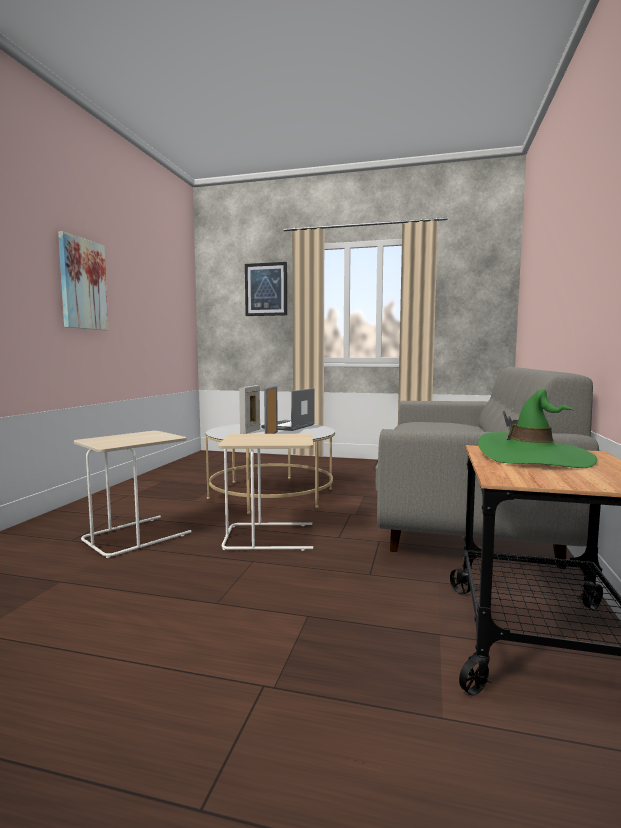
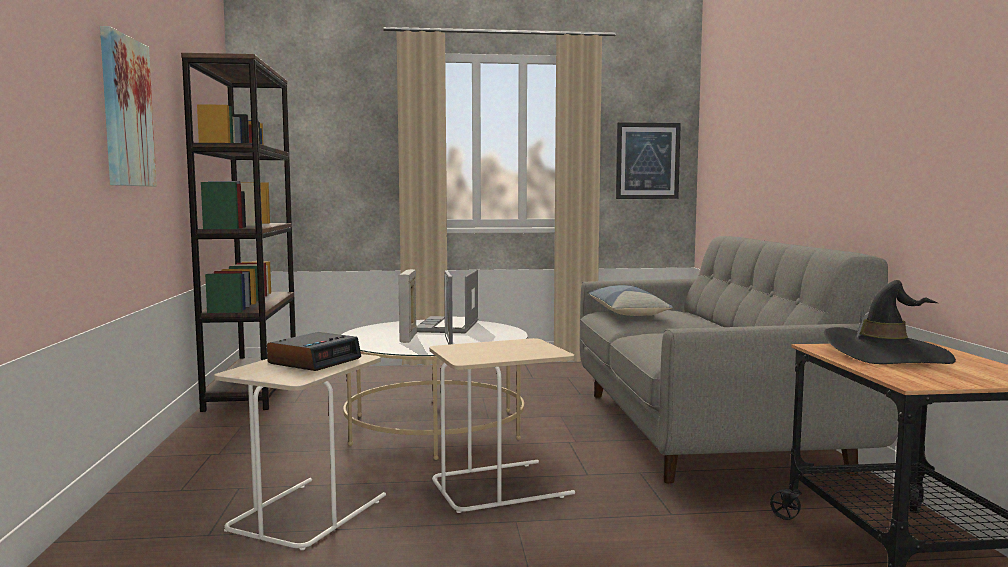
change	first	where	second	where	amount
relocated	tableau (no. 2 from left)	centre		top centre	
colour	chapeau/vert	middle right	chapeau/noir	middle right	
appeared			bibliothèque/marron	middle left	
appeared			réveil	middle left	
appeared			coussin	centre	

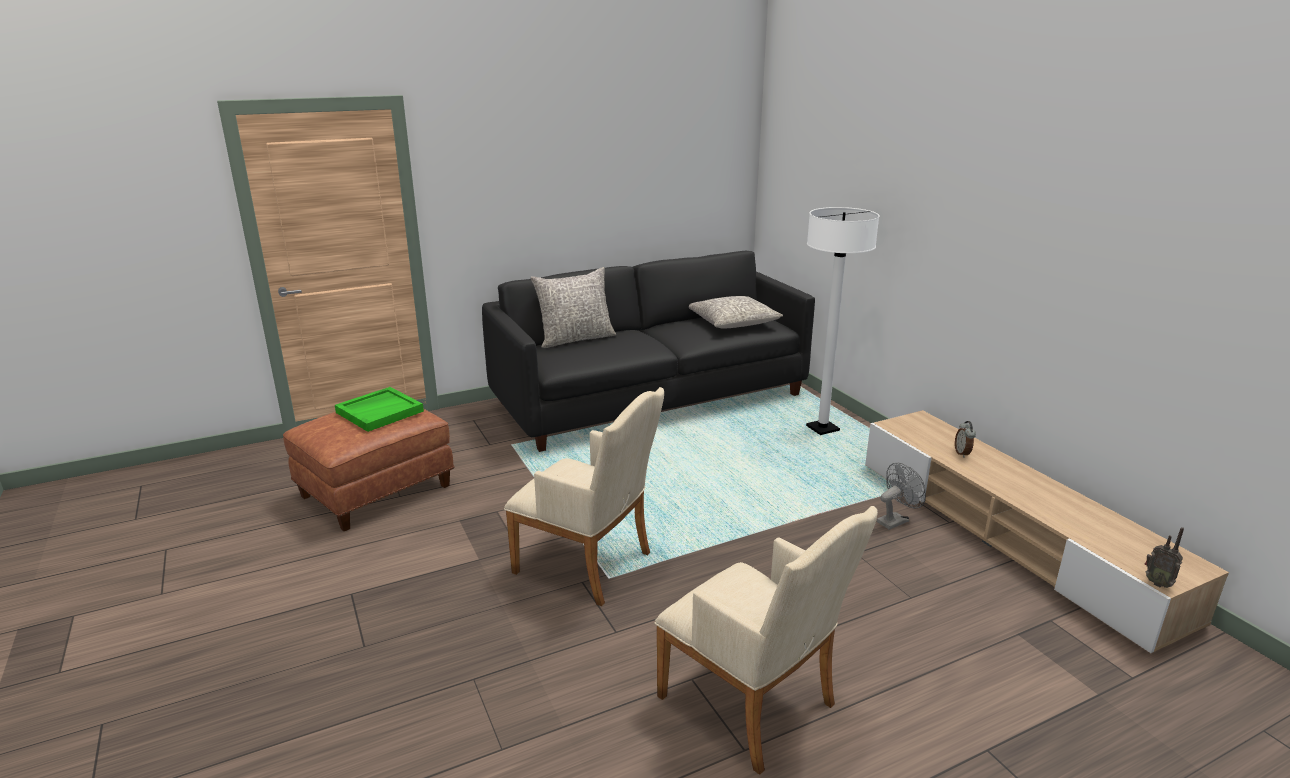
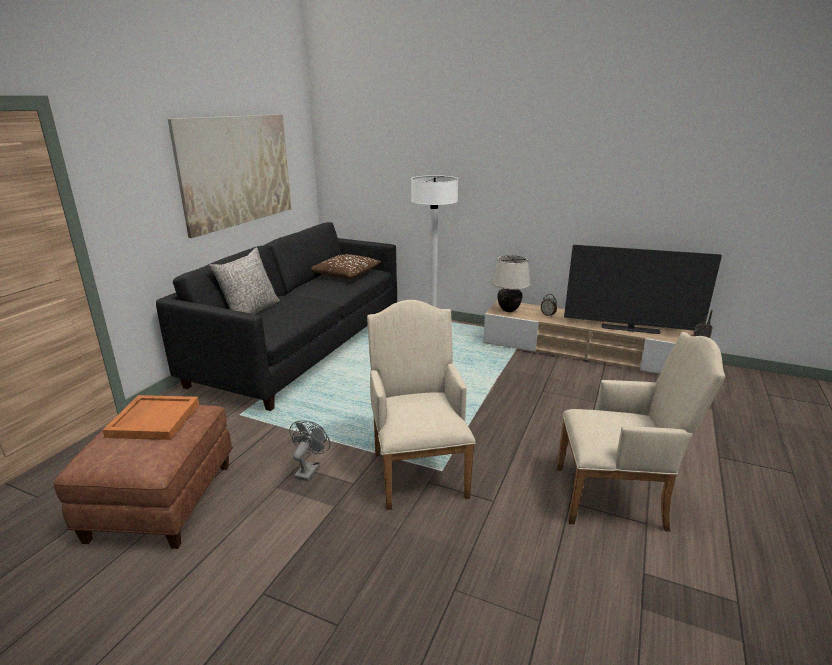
change	first	where	second	where	amount
colour	plateau/vert	middle left	plateau/orange	middle left	
spun	fauteuil/beige (no. 1 from left)	centre		centre	90 degrees counterclockwise
colour	coussin/gris (no. 2 from left)	centre	coussin/marron	centre	
relocated	ventilateur/gris	middle right		bottom centre	
appeared			tableau	top left	
appeared			lampe de table/beige	centre	
appeared			téléviseur	middle right	

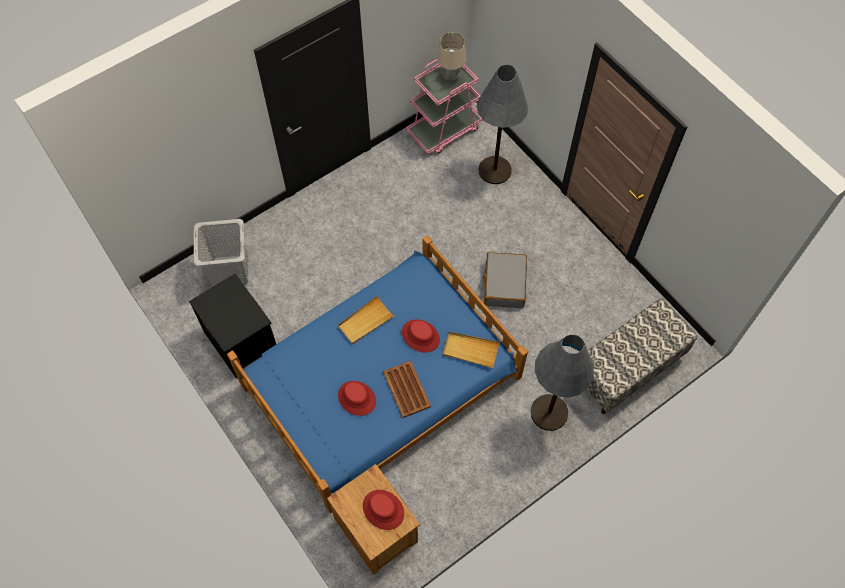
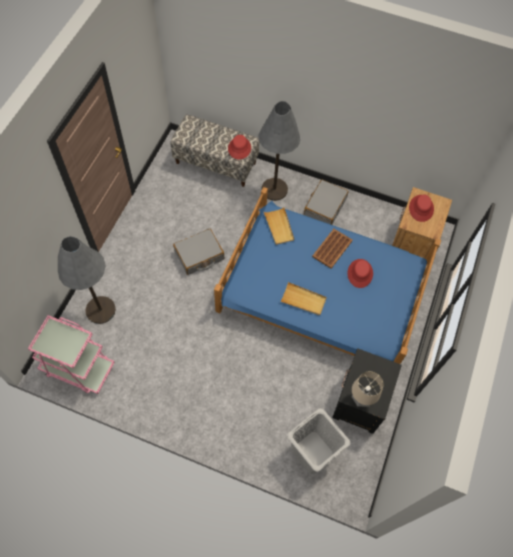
change	first	where	second	where	amount
relocated	chapeau/rouge (no. 3 from left in the first image)	centre	chapeau/rouge (no. 1 from left)	top centre	
relocated	lampe de table	top centre		bottom right	
appeared			valise/gris (no. 2 from left)	centre	

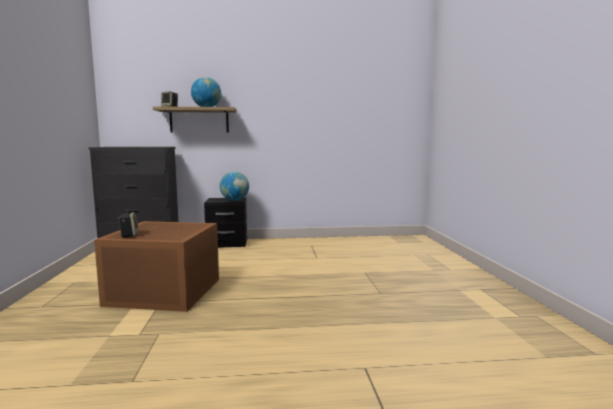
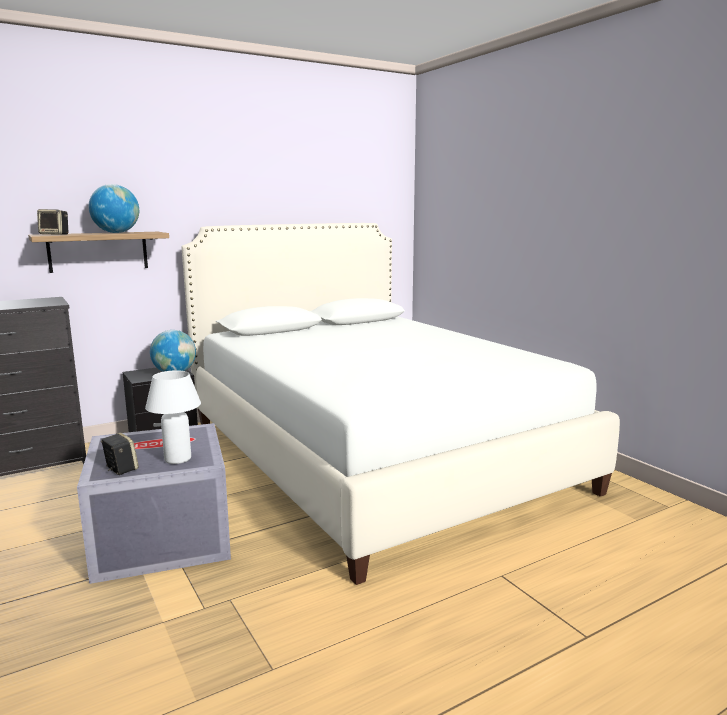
change	first	where	second	where	amount
colour	boîte de rangement/marron	middle left	boîte de rangement/gris	bottom left	
appeared			lampe de table/blanc	middle left	
appeared			lit/blanc	centre	

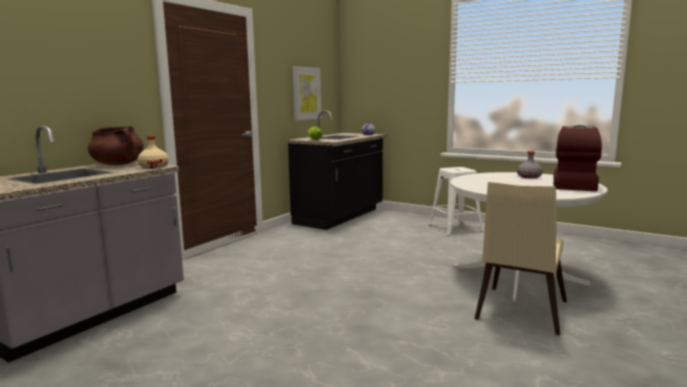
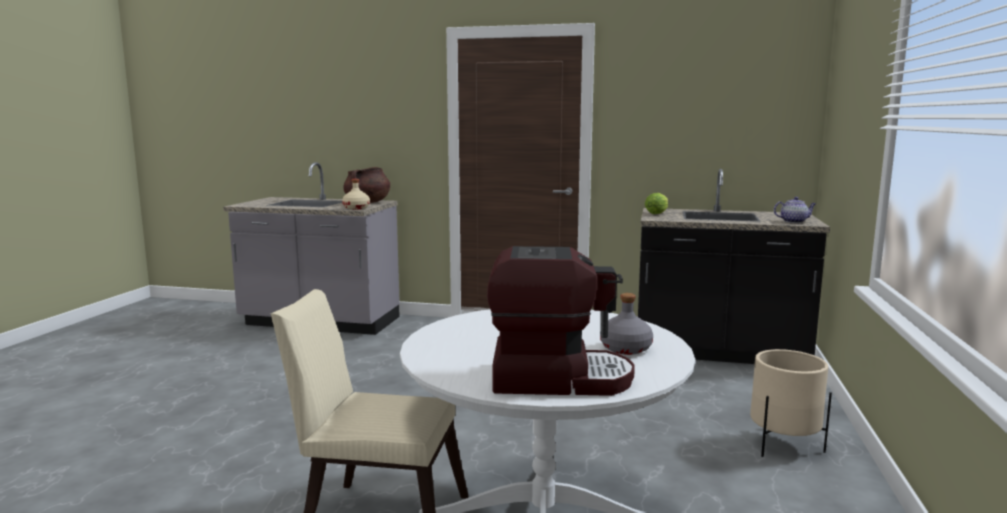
change	first	where	second	where	amount
missing	tableau	top centre			
exchanged	tabouret/blanc	centre	cache-pot/beige	bottom right	

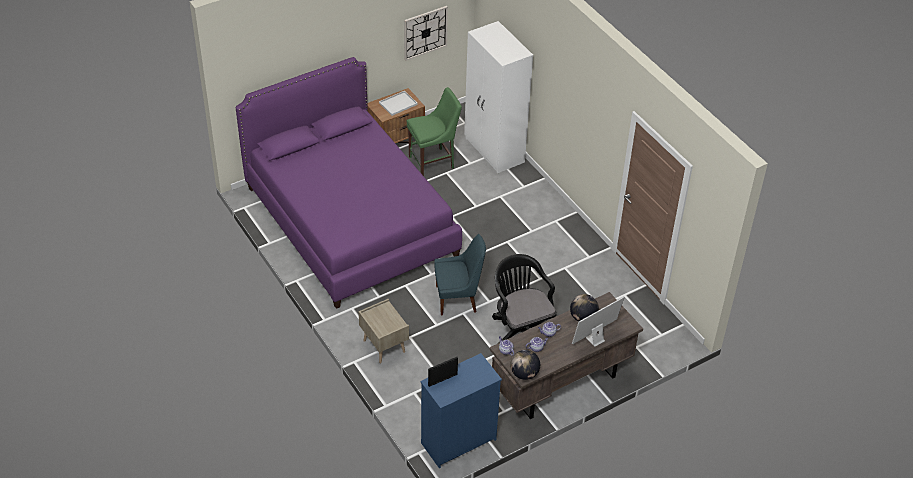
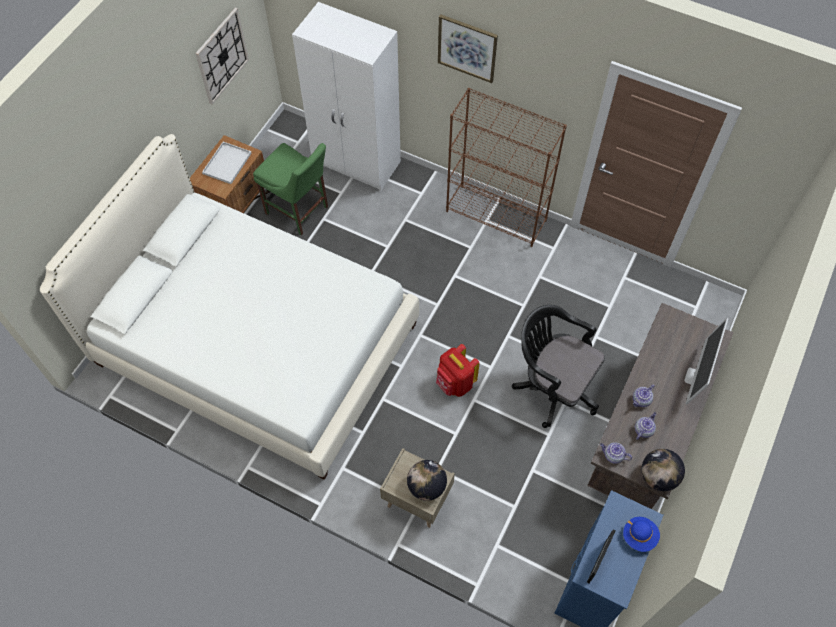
change	first	where	second	where	amount
colour	lit/violet	centre	lit/blanc	middle left	
spun	chaise/vert	top centre		top centre	90 degrees clockwise
exchanged	chaise/bleu	centre	sac à dos/rouge	centre	
relocated	globe (no. 2 from left in the first image)	centre	globe (no. 1 from left)	bottom centre	
appeared			tableau	top centre	
appeared			bibliothèque/marron	top centre	
appeared			chapeau/bleu	bottom right	

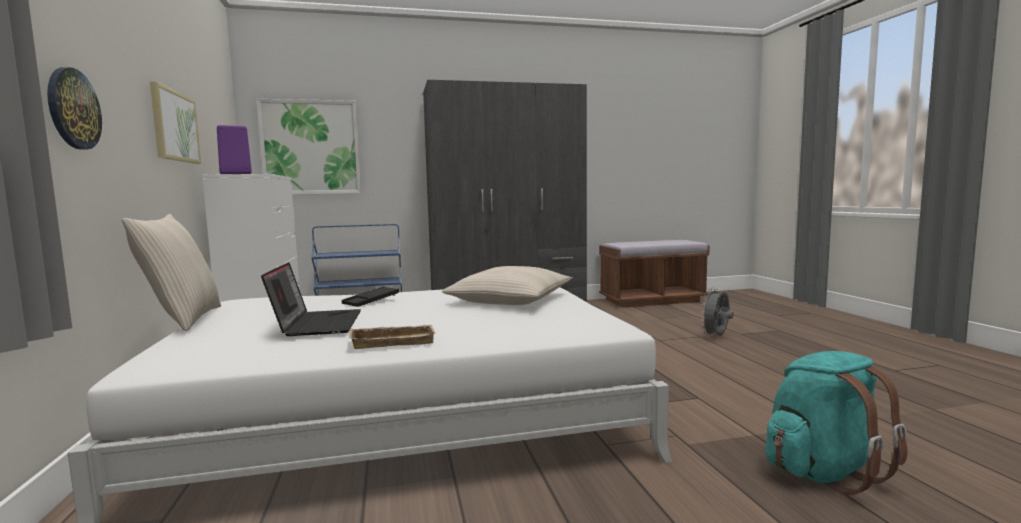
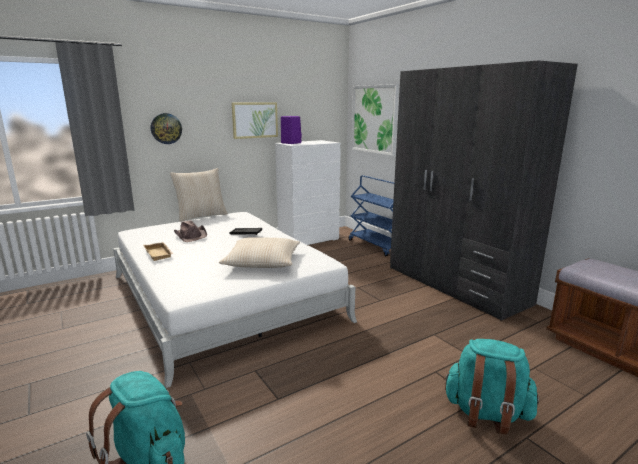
change	first	where	second	where	amount
exchanged	ordinateur portable	middle left	chapeau/marron	middle left	
exchanged	ventilateur/gris	middle right	sac à dos/turquoise (no. 2 from left)	bottom right	

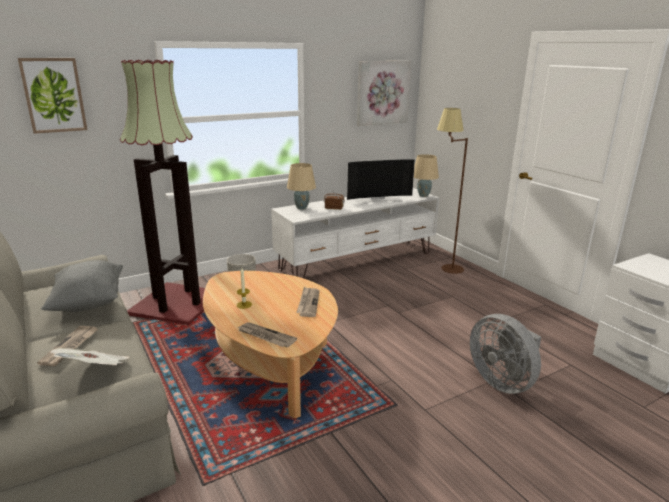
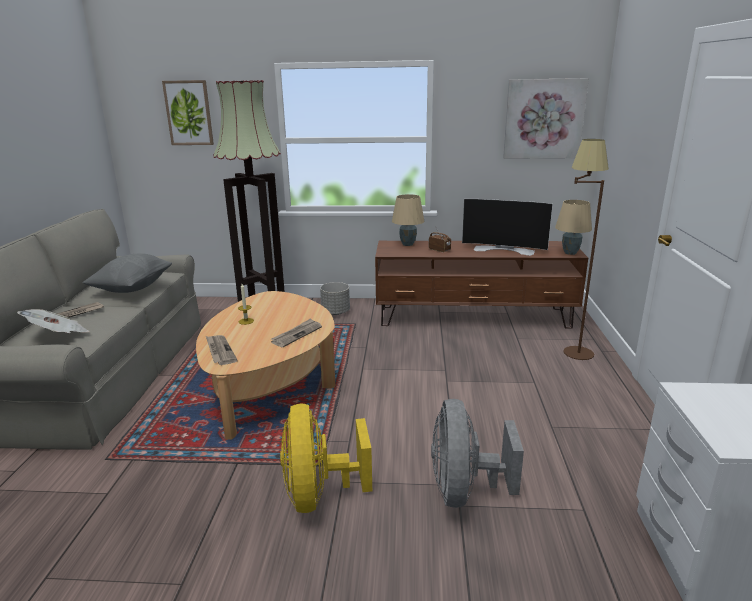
change	first	where	second	where	amount
colour	meuble télé/blanc	centre	meuble télé/marron	centre	
appeared			ventilateur/jaune	bottom centre	

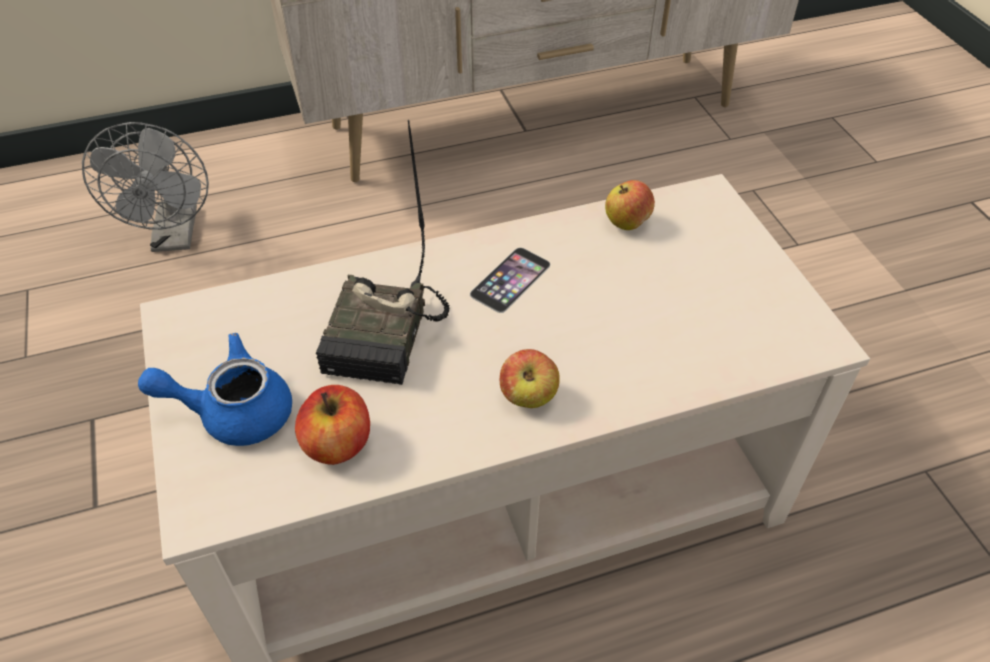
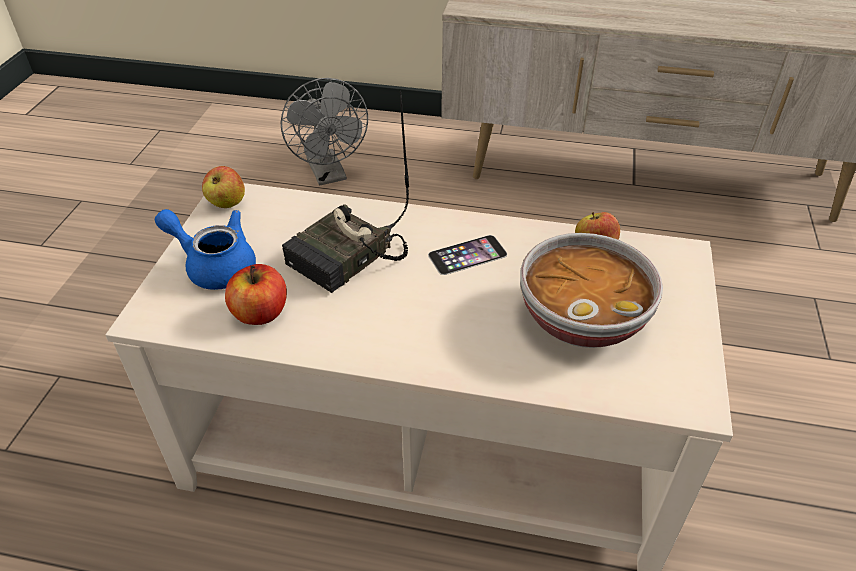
change	first	where	second	where	amount
spun	ventilateur/gris	top left		top centre	45 degrees counterclockwise
relocated	pomme (no. 2 from left in the first image)	centre	pomme (no. 1 from left)	top left	
appeared			bol	middle right	

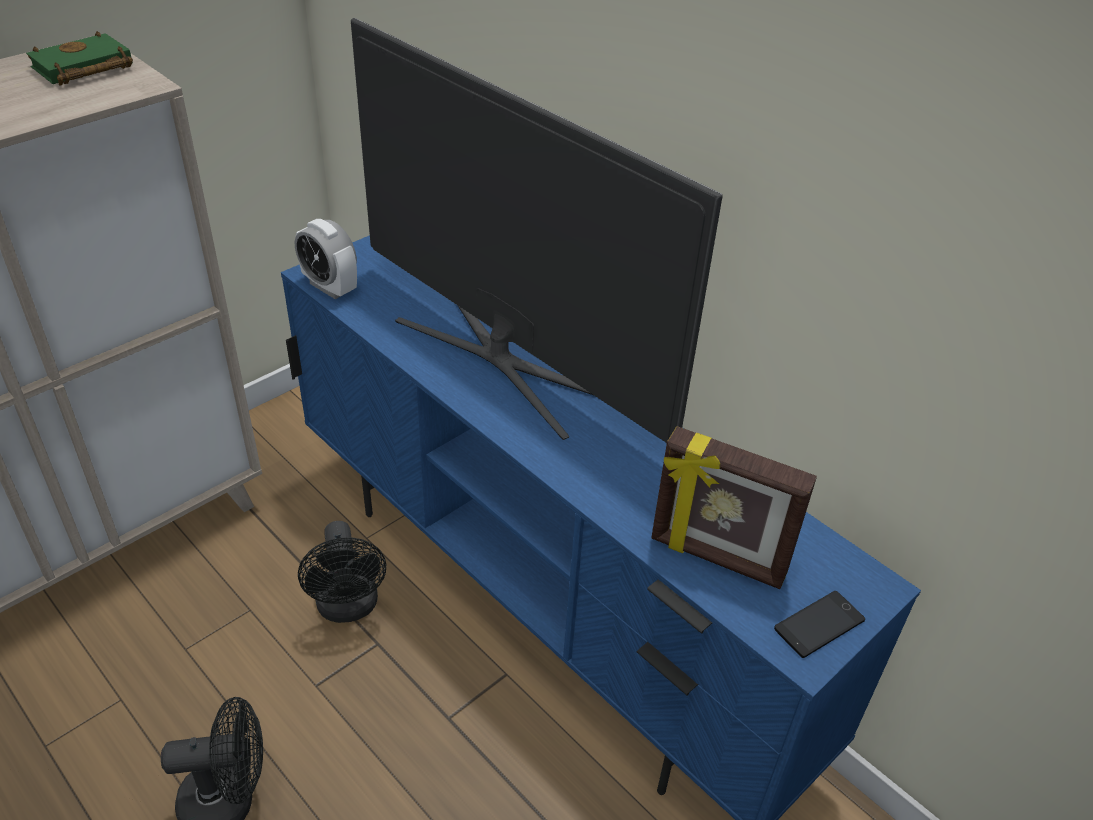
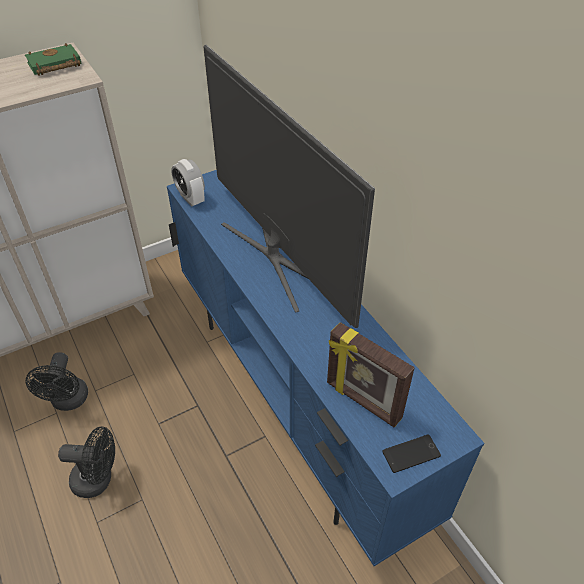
change	first	where	second	where	amount
relocated	ventilateur/noir (no. 2 from left in the first image)	bottom left	ventilateur/noir (no. 1 from left)	middle left	

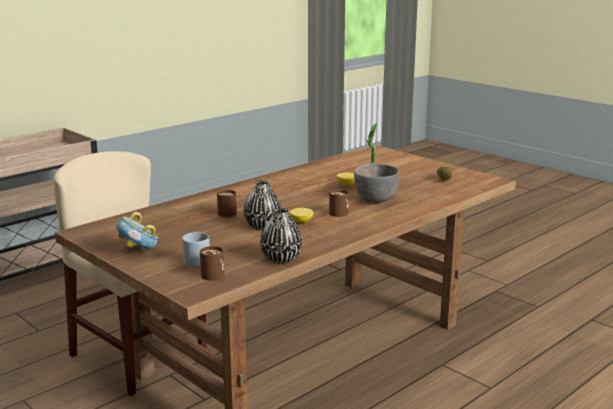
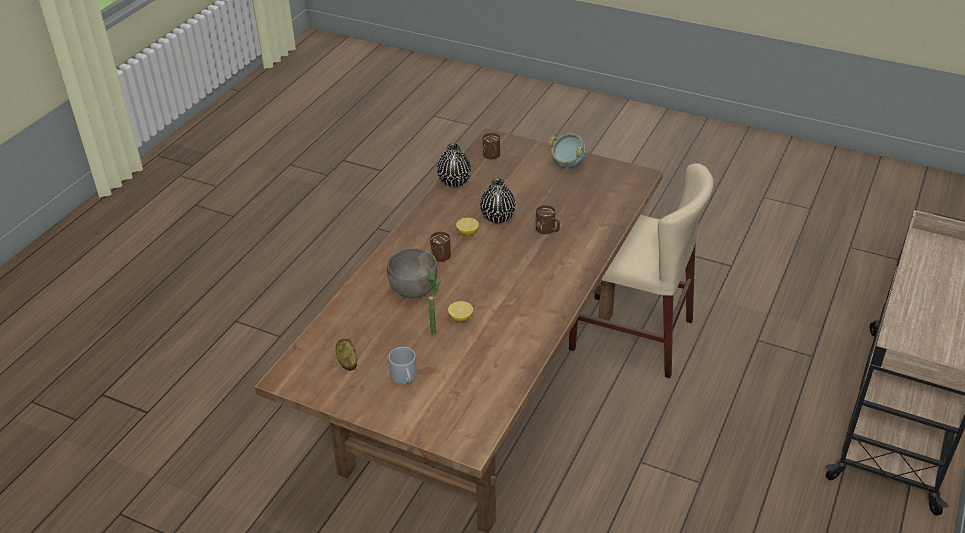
change	first	where	second	where	amount
relocated	mug/gris	middle left		bottom centre	

